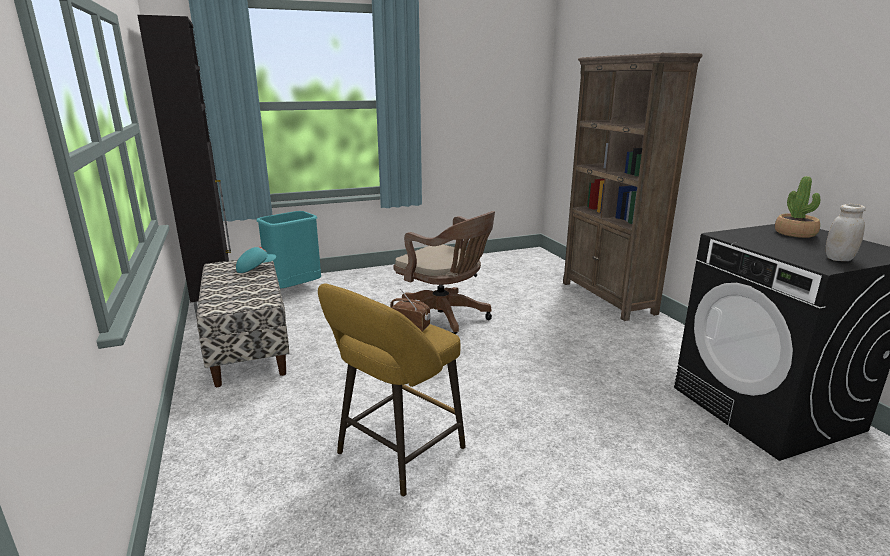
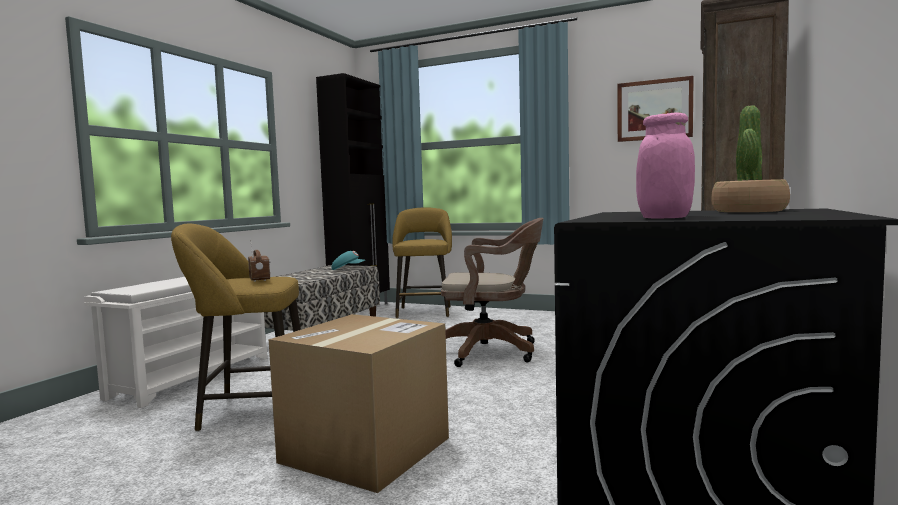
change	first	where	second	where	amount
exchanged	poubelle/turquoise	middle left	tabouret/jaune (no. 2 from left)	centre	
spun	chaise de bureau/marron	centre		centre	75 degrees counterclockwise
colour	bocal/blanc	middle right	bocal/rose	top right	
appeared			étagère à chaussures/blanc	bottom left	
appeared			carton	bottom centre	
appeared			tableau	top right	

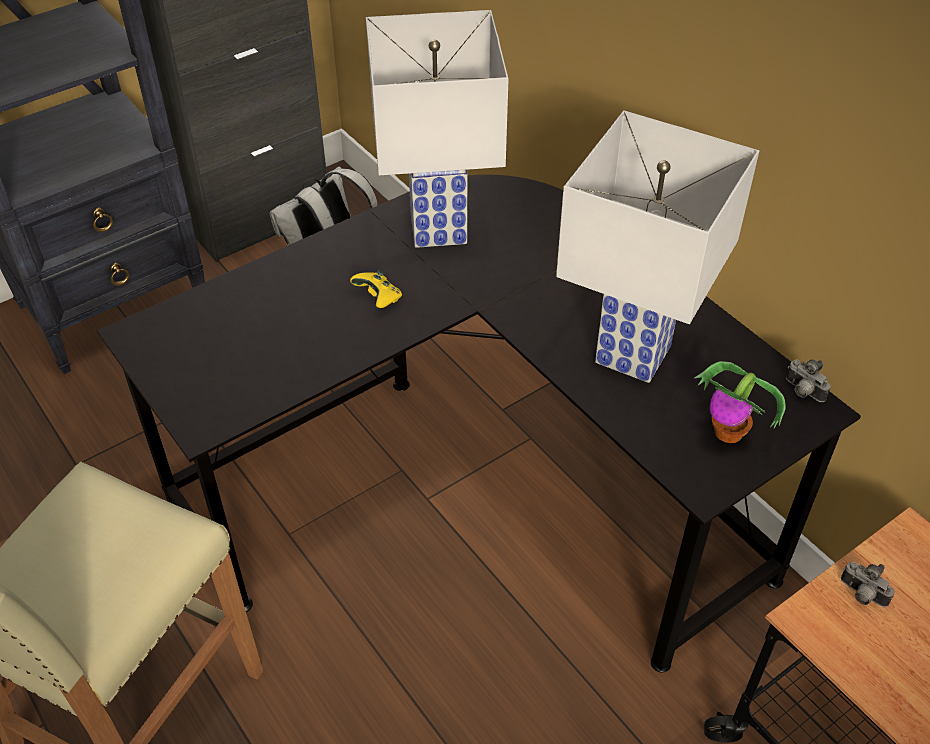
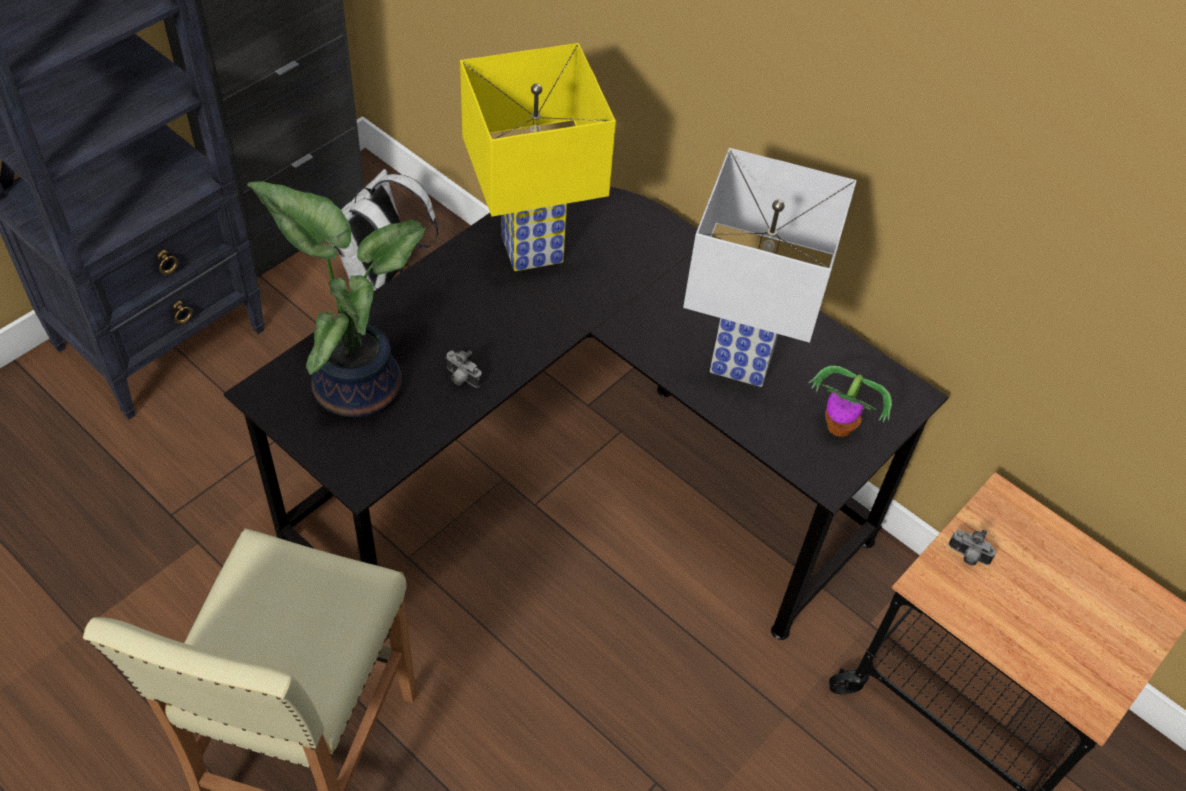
change	first	where	second	where	amount
missing	manette/jaune	centre			
colour	lampe de table/blanc (no. 1 from left)	top centre	lampe de table/jaune	top centre	
relocated	appareil photo (no. 1 from left)	middle right		centre	
appeared			plante en pot (no. 1 from left)	middle left	

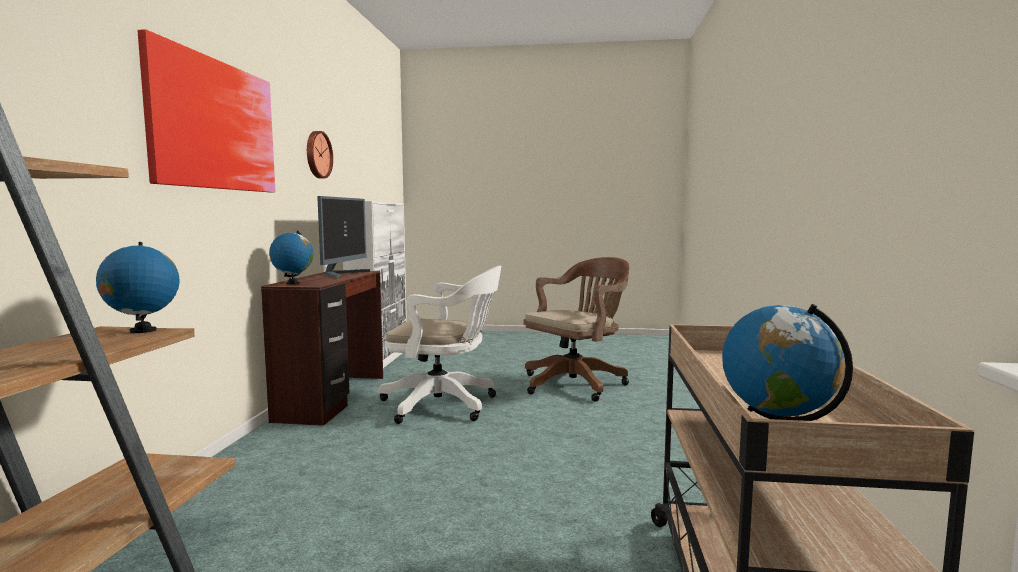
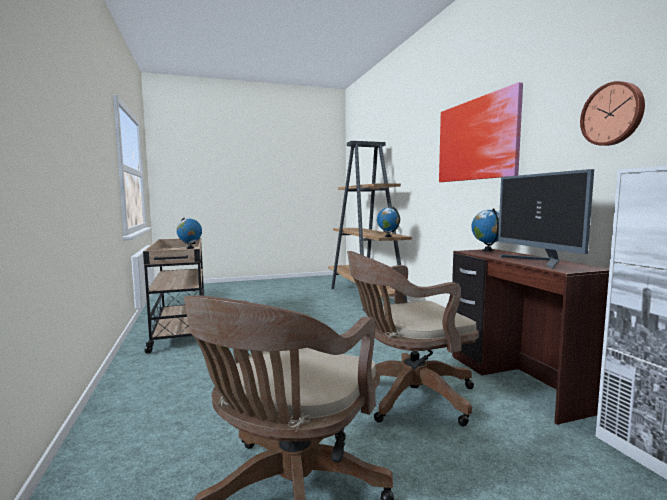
change	first	where	second	where	amount
colour	chaise de bureau/blanc	centre	chaise de bureau/marron (no. 2 from left)	bottom centre	

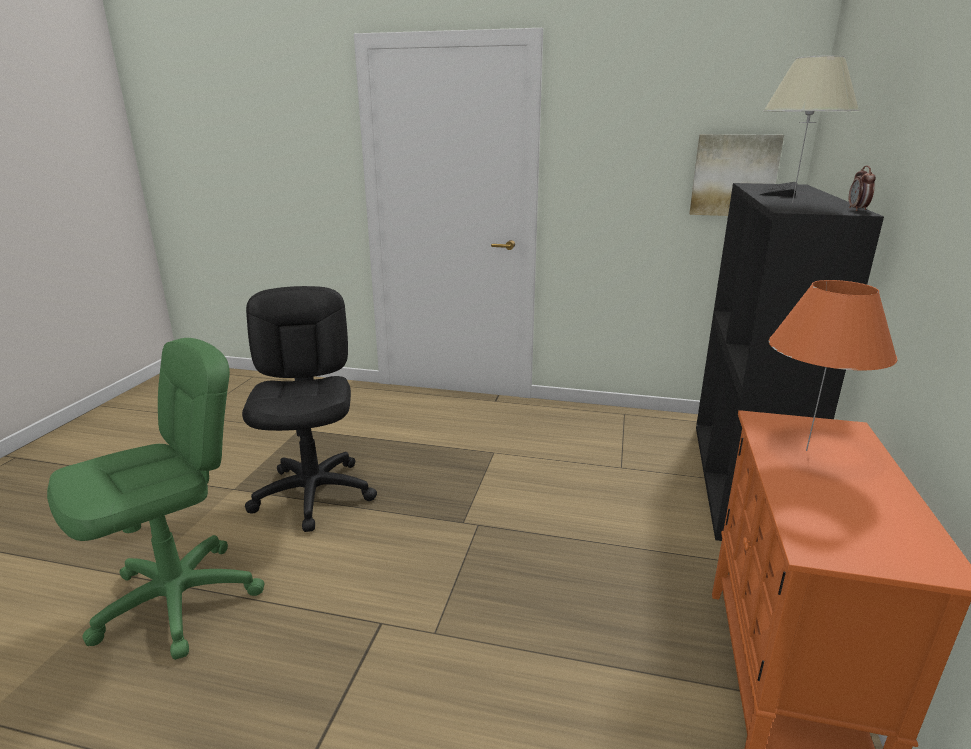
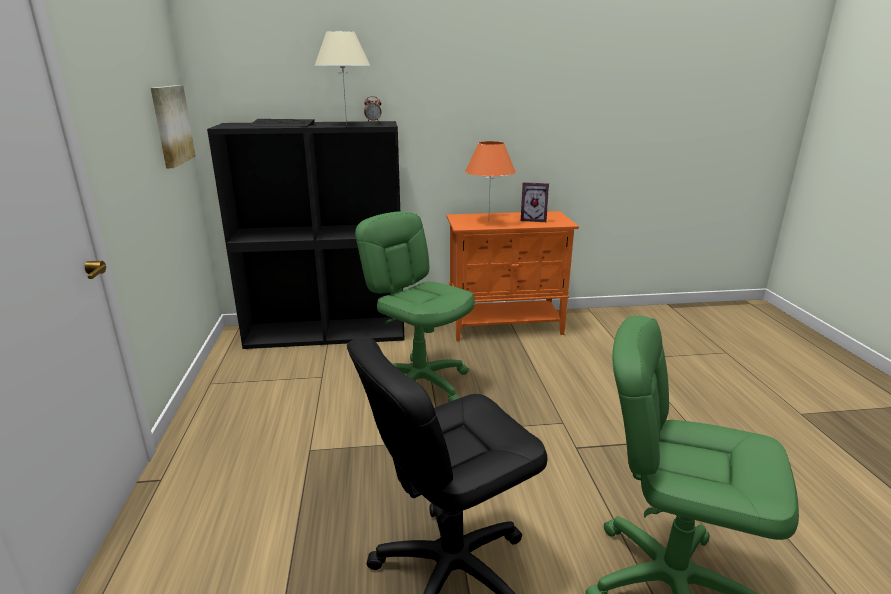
change	first	where	second	where	amount
appeared			chaise de bureau/vert (no. 1 from left)	centre	
appeared			cadre photo	centre	

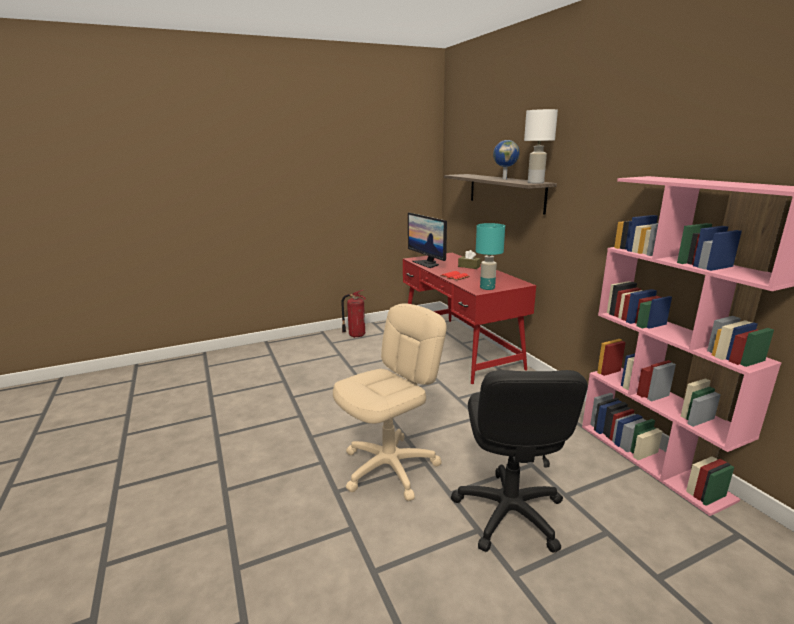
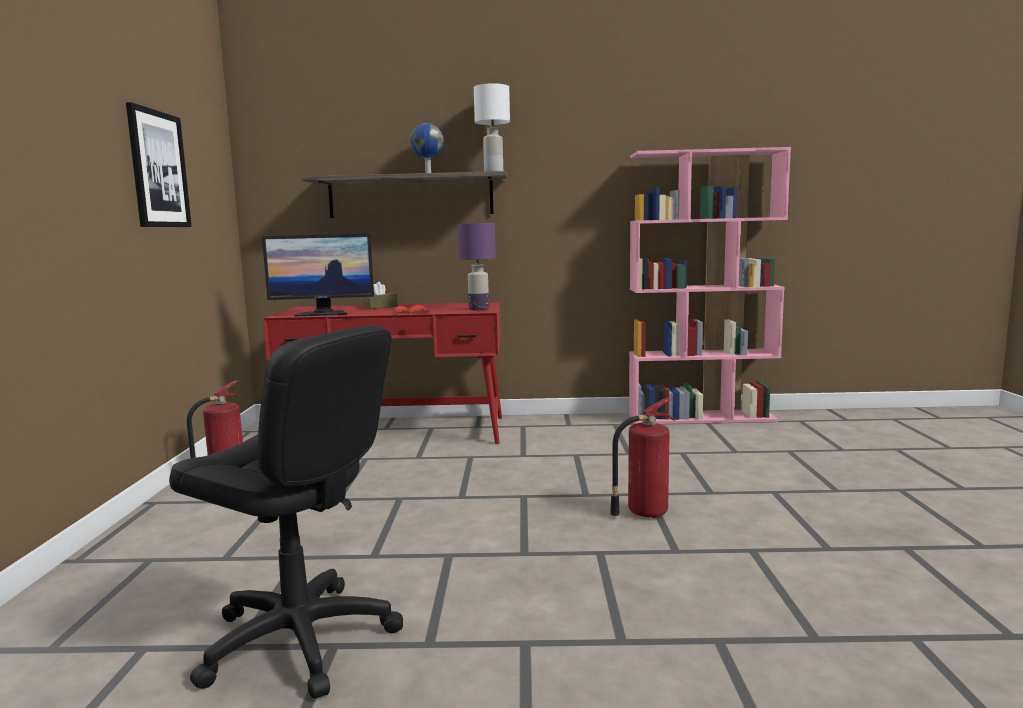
change	first	where	second	where	amount
exchanged	chaise de bureau/beige	centre	extincteur (no. 2 from left)	centre	
relocated	chaise de bureau/noir	bottom centre		bottom left	
colour	lampe de table/turquoise	centre	lampe de table/violet	centre	
appeared			tableau	top left	

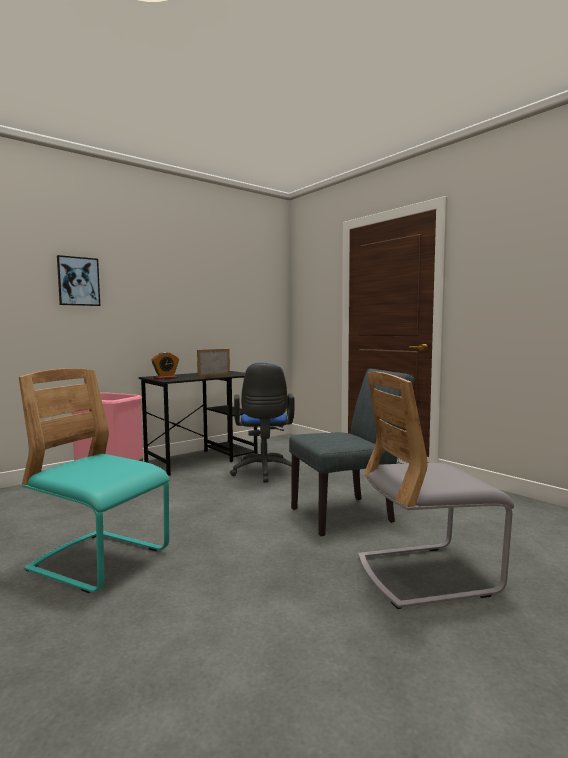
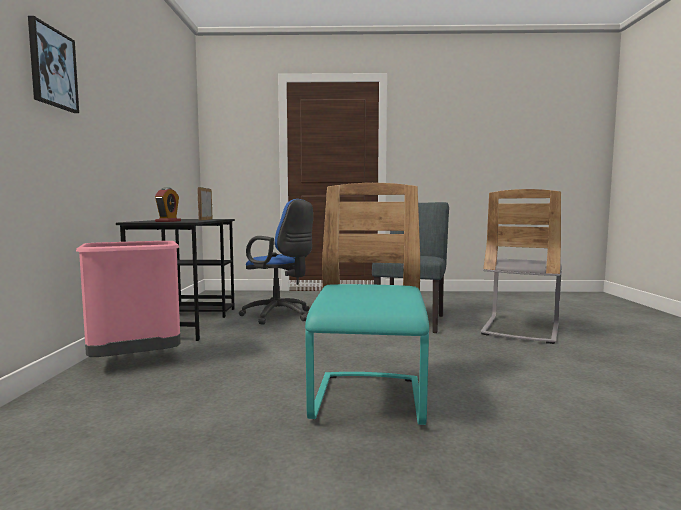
change	first	where	second	where	amount
spun	chaise/turquoise	middle left		centre	120 degrees clockwise

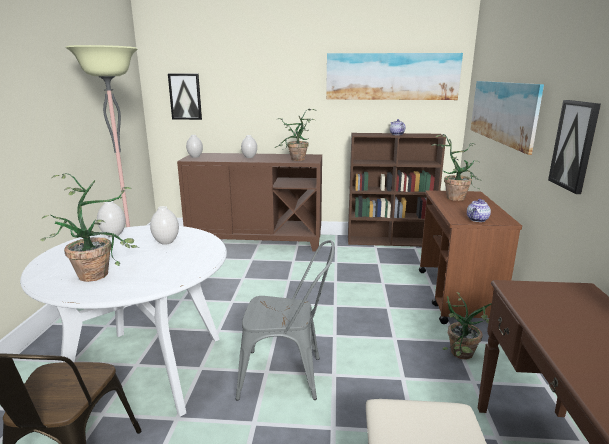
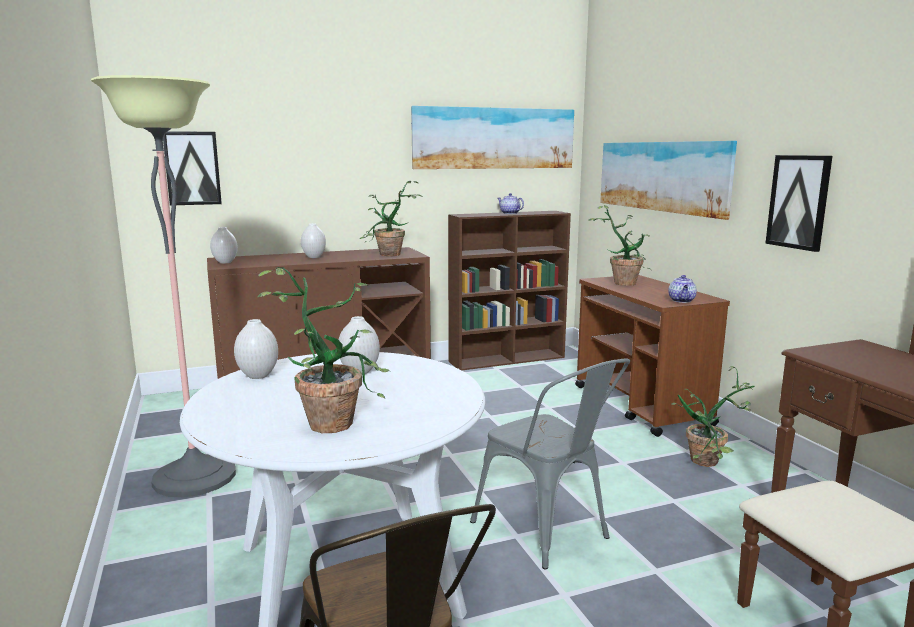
change	first	where	second	where	amount
spun	chaise/gris	bottom centre		bottom centre	75 degrees clockwise

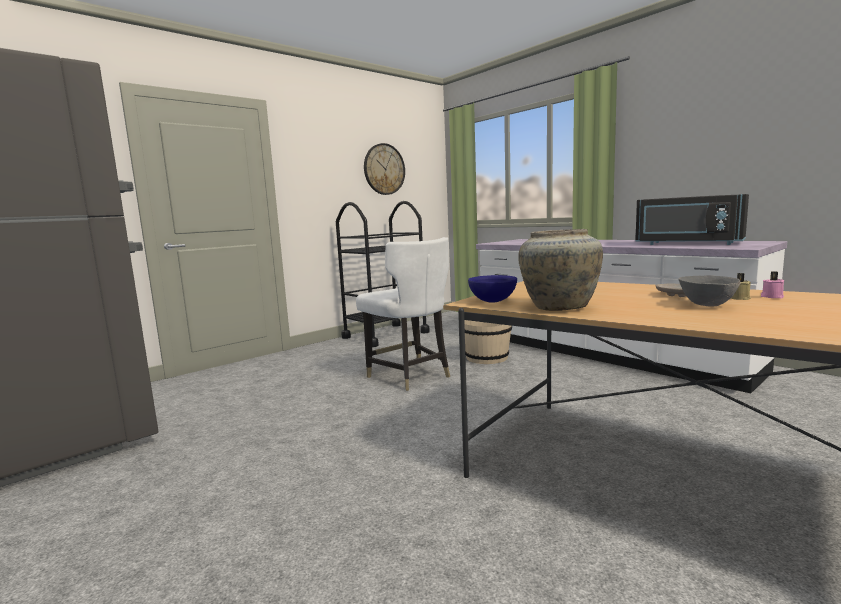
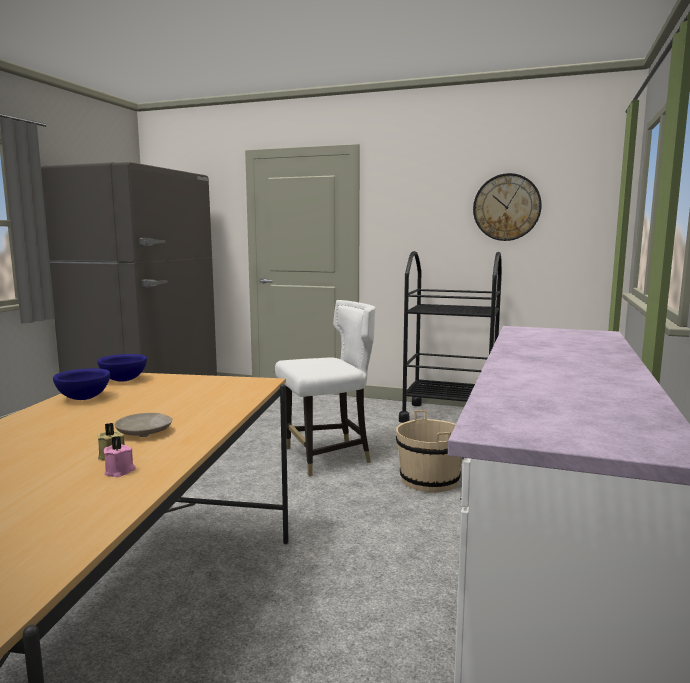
change	first	where	second	where	amount
spun	chaise/blanc	centre		centre	135 degrees counterclockwise
exchanged	vase/beige	centre	bol/bleu (no. 1 from left)	middle left	
missing	micro-ondes/noir	middle right			
missing	bol/gris	middle right			

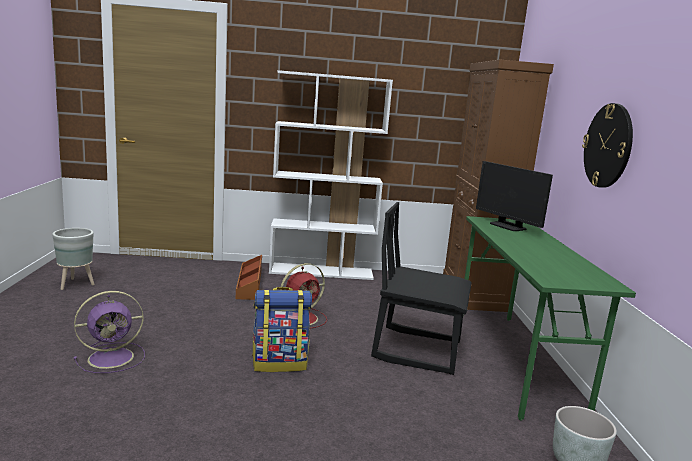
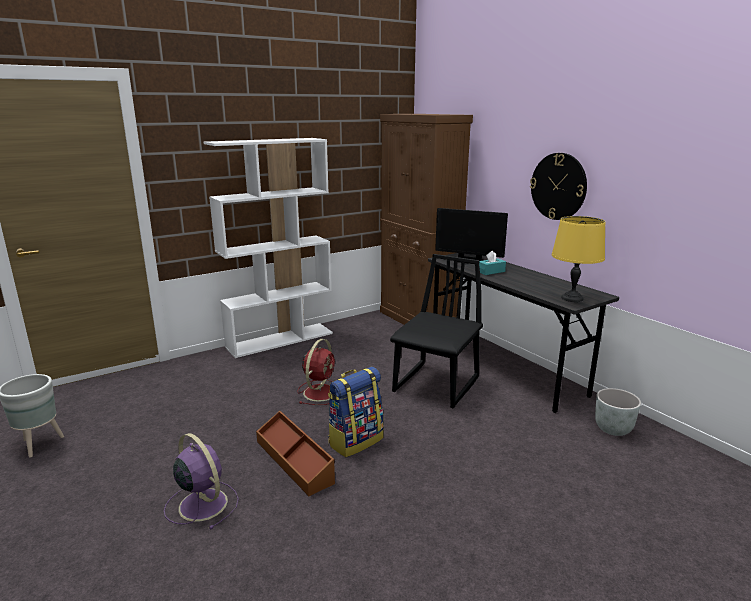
change	first	where	second	where	amount
spun	ventilateur/violet	bottom left		bottom left	75 degrees counterclockwise
relocated	boîte de rangement/marron	centre		bottom centre	
spun	chaise/noir	centre		centre	135 degrees clockwise
colour	bureau/vert	bottom right	bureau/gris	middle right	
appeared			boîte à mouchoirs/turquoise	centre	
appeared			lampe de table/jaune	middle right	

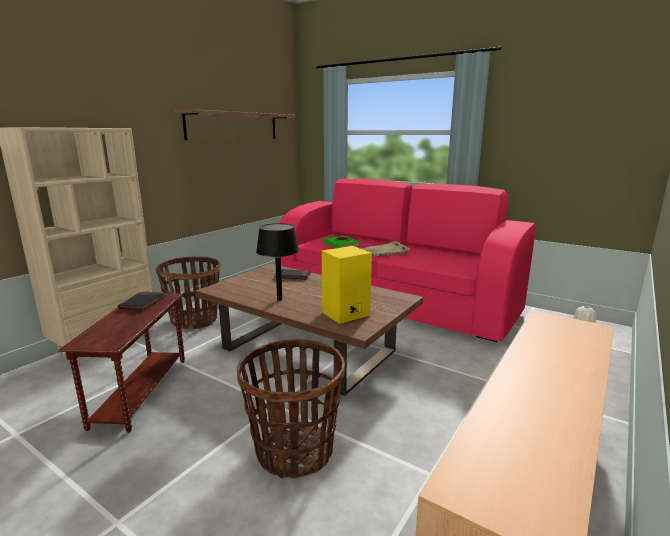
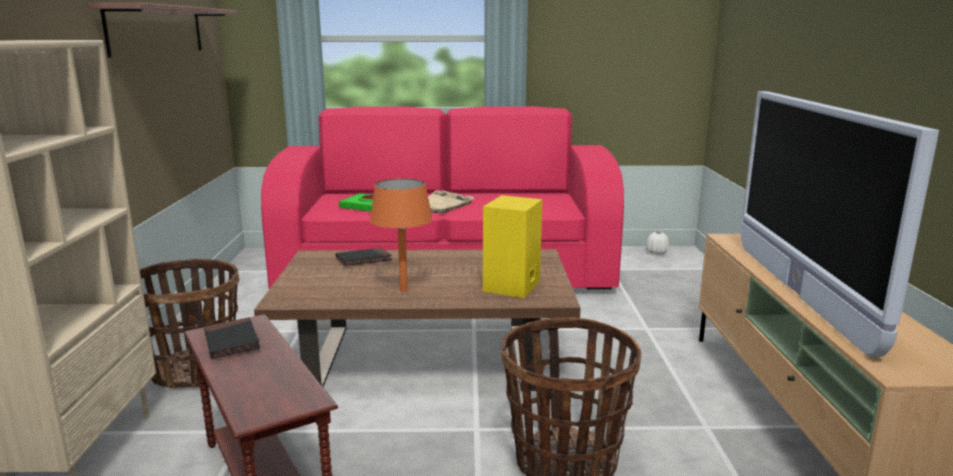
change	first	where	second	where	amount
colour	lampe de table/noir	centre	lampe de table/orange	centre	
appeared			téléviseur	middle right	

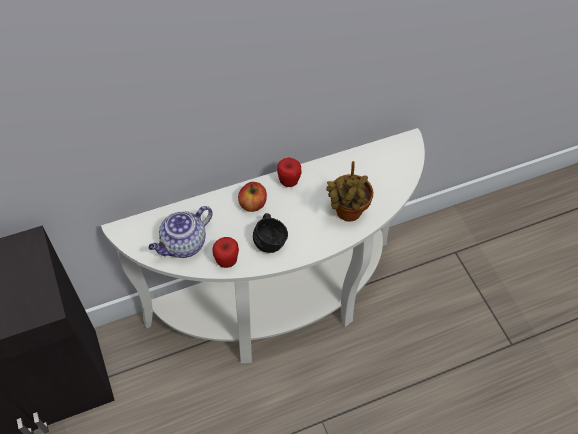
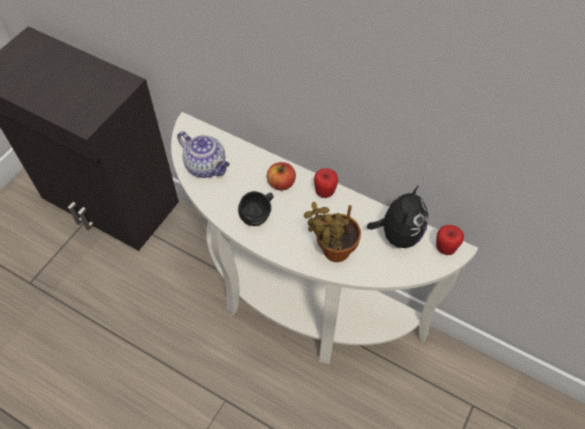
change	first	where	second	where	amount
spun	théière	middle left		centre	150 degrees counterclockwise
relocated	pomme (no. 1 from left in the first image)	centre	pomme (no. 3 from left)	middle right	
appeared			peluche	middle right	

